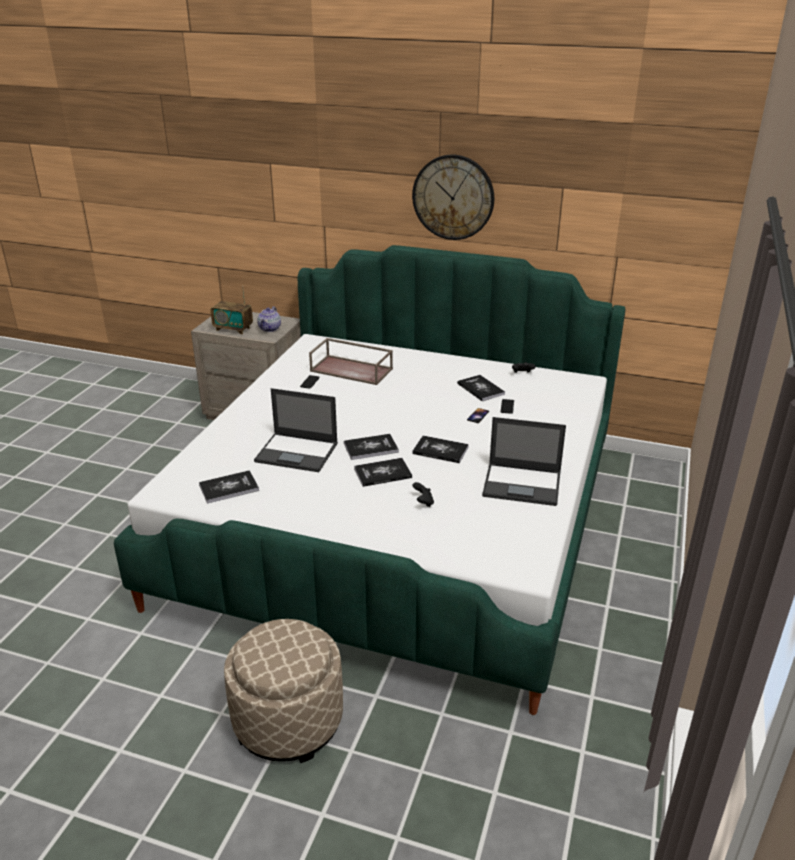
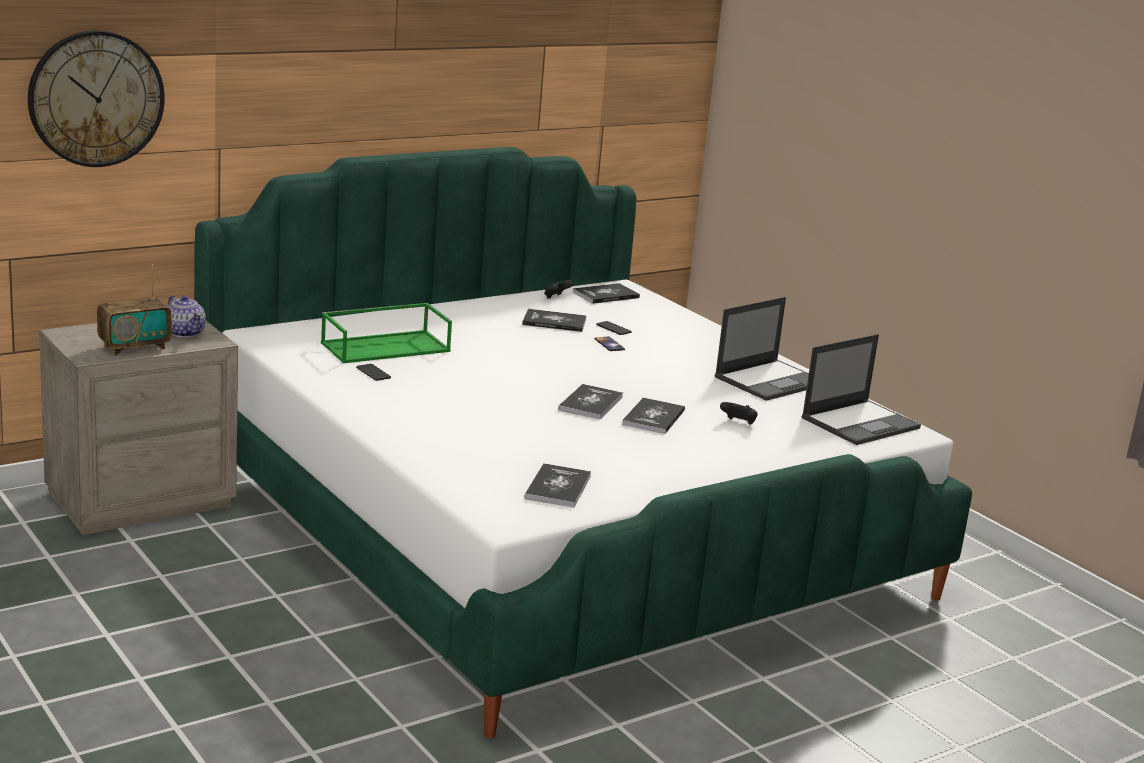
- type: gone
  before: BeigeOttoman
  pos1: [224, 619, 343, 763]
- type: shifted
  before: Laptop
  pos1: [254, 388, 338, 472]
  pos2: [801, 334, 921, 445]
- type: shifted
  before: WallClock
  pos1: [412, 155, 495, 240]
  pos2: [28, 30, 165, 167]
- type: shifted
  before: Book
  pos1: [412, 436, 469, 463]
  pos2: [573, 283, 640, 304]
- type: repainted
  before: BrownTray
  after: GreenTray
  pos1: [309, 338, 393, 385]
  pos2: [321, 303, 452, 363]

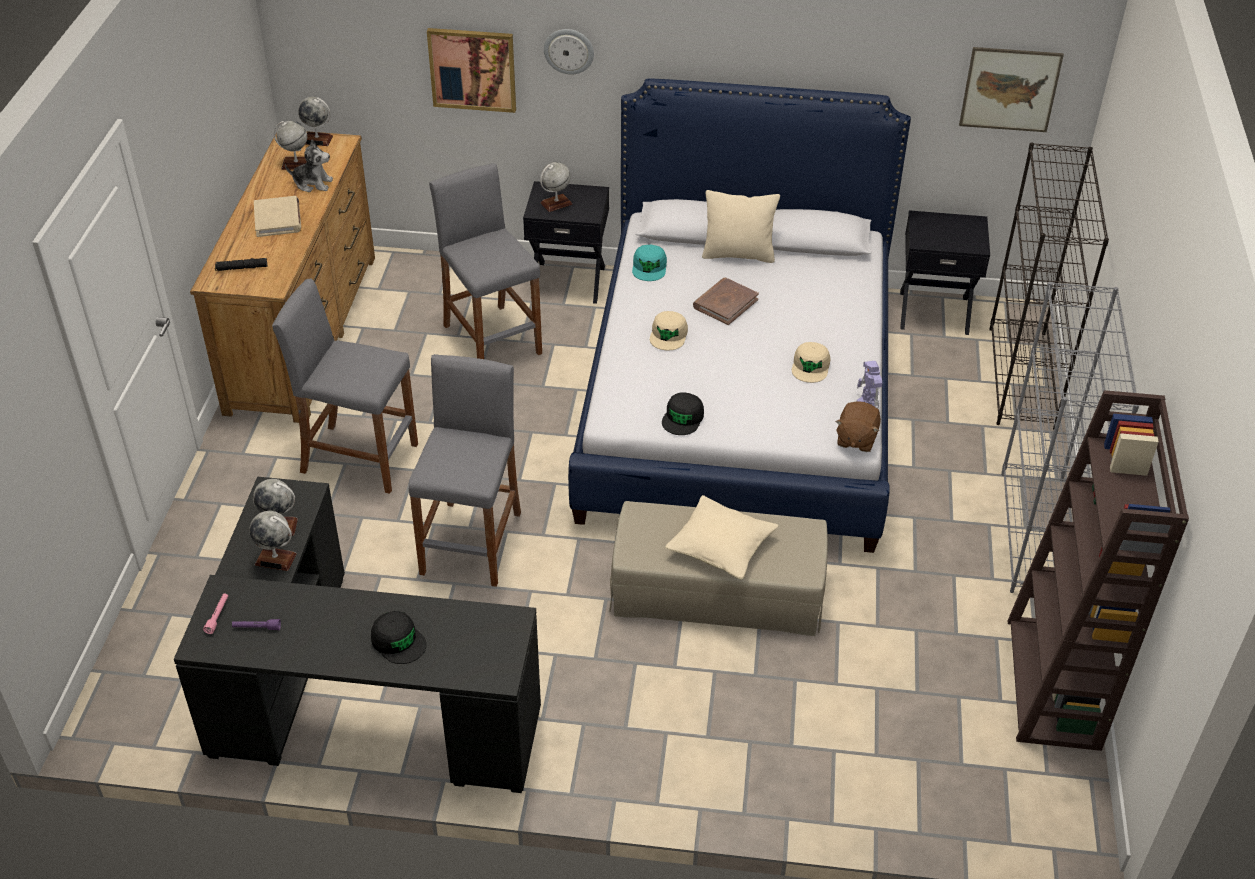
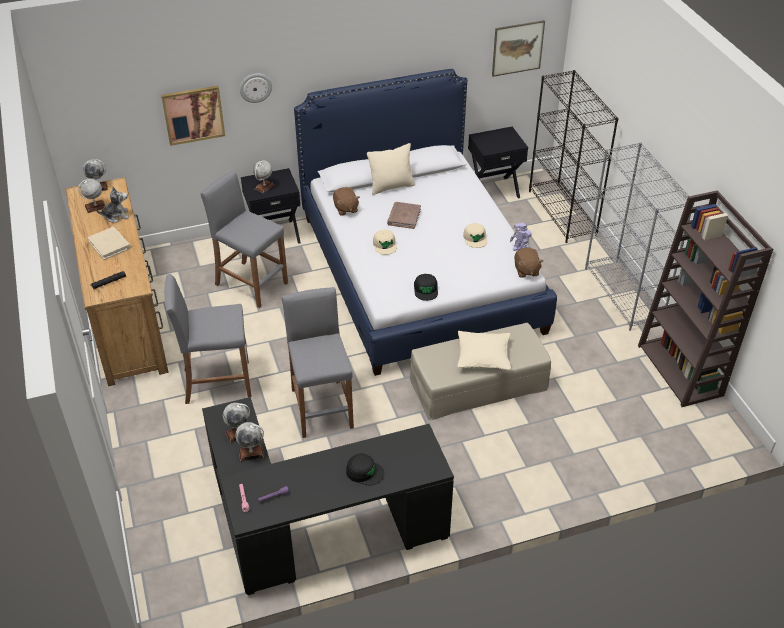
- type: swapped
  before: TurquoiseCap
  after: BrownPlushToy
  pos1: [632, 245, 667, 281]
  pos2: [333, 187, 360, 216]

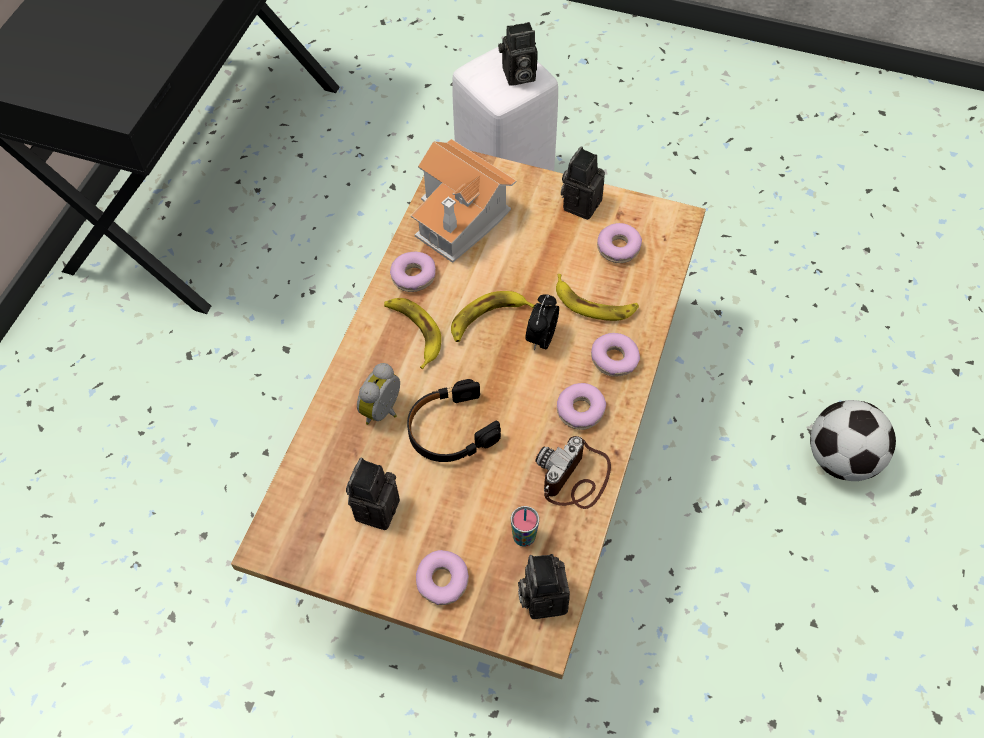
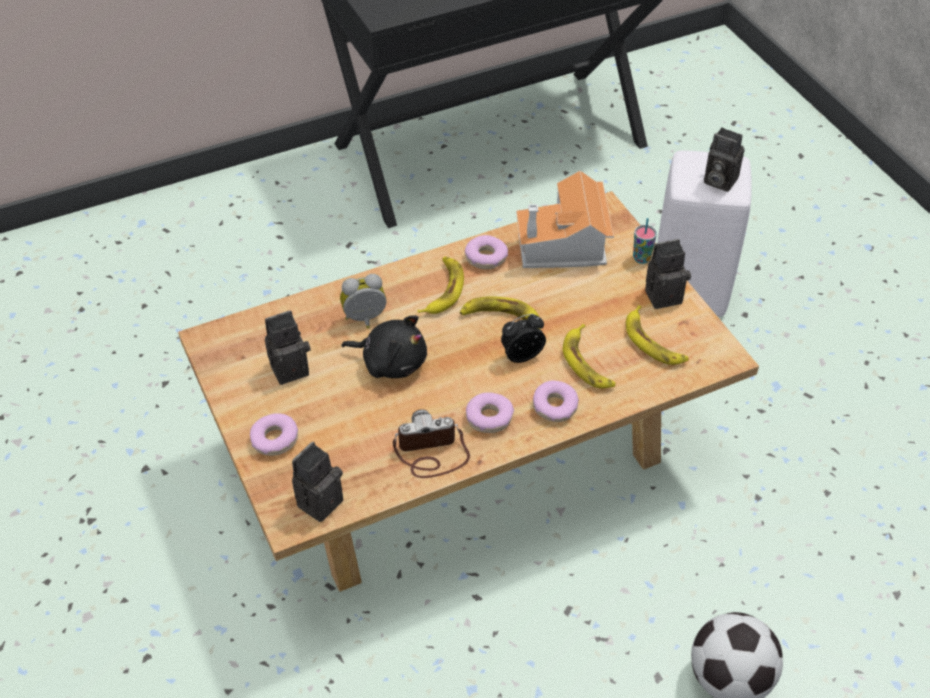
- type: shifted
  before: Cup
  pos1: [511, 506, 539, 547]
  pos2: [633, 218, 657, 264]
- type: swapped
  before: BlackHeadphones
  after: BlackPlushToy
  pos1: [407, 379, 501, 462]
  pos2: [341, 315, 427, 378]
- type: swapped
  before: Donut
  after: Banana
  pos1: [597, 223, 642, 263]
  pos2: [626, 305, 689, 365]

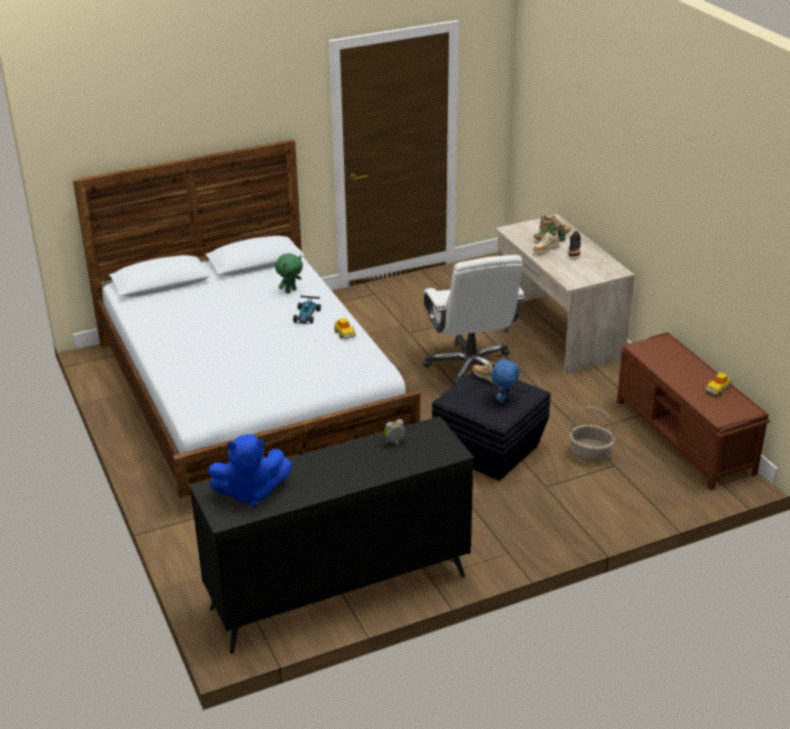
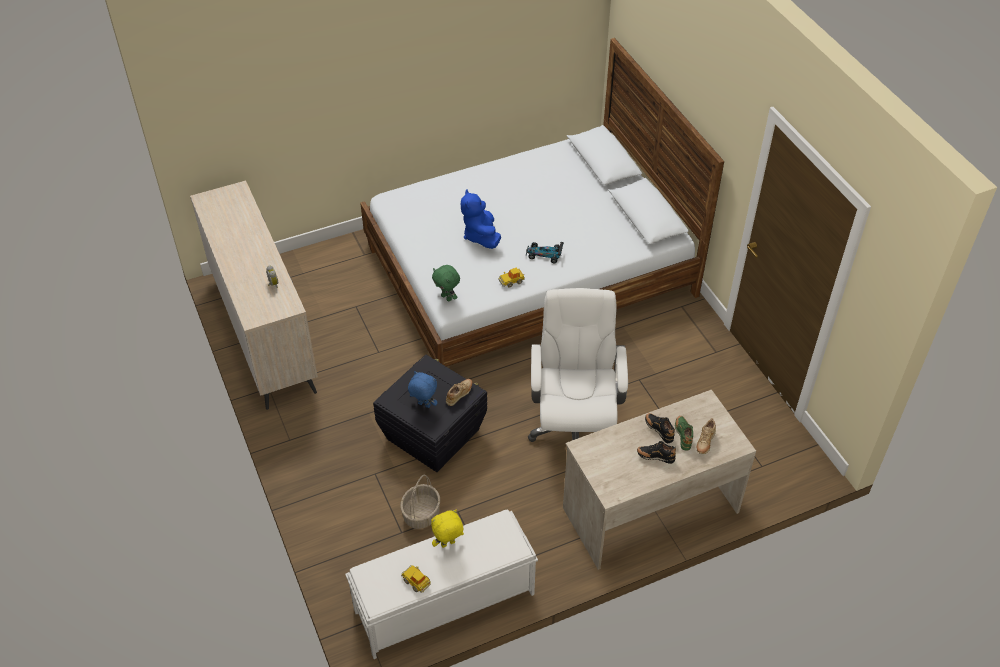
- type: new
  after: YellowPlushToy
  pos2: [431, 510, 464, 548]
- type: shifted
  before: BluePlushToy
  pos1: [208, 434, 292, 508]
  pos2: [461, 190, 501, 249]
- type: shifted
  before: GreenPlushToy
  pos1: [275, 253, 303, 293]
  pos2: [432, 265, 460, 301]
- type: repainted
  before: BlackDresser
  after: BeigeDresser
  pos1: [190, 416, 474, 654]
  pos2: [190, 181, 318, 410]
- type: repainted
  before: BeigeShoe
  after: BlackShoe
  pos1: [533, 231, 560, 253]
  pos2: [645, 413, 675, 443]
- type: repainted
  before: BrownBench
  after: WhiteBench
  pos1: [617, 332, 770, 490]
  pos2: [345, 510, 538, 659]
- type: rotated
  before: WhiteOfficeChair
  pos1: [424, 255, 525, 386]
  pos2: [528, 288, 628, 442]
  turn: 105

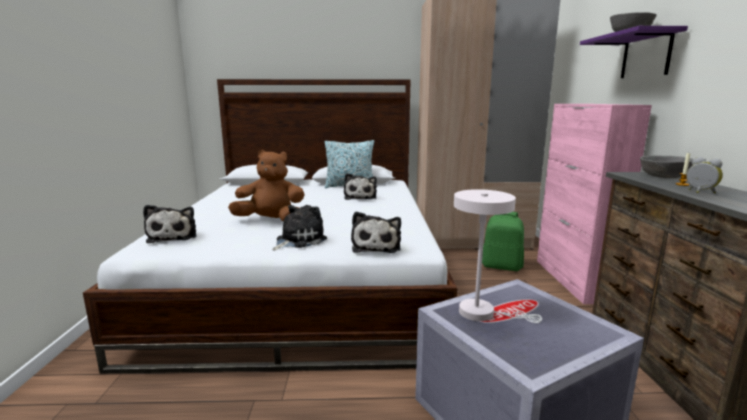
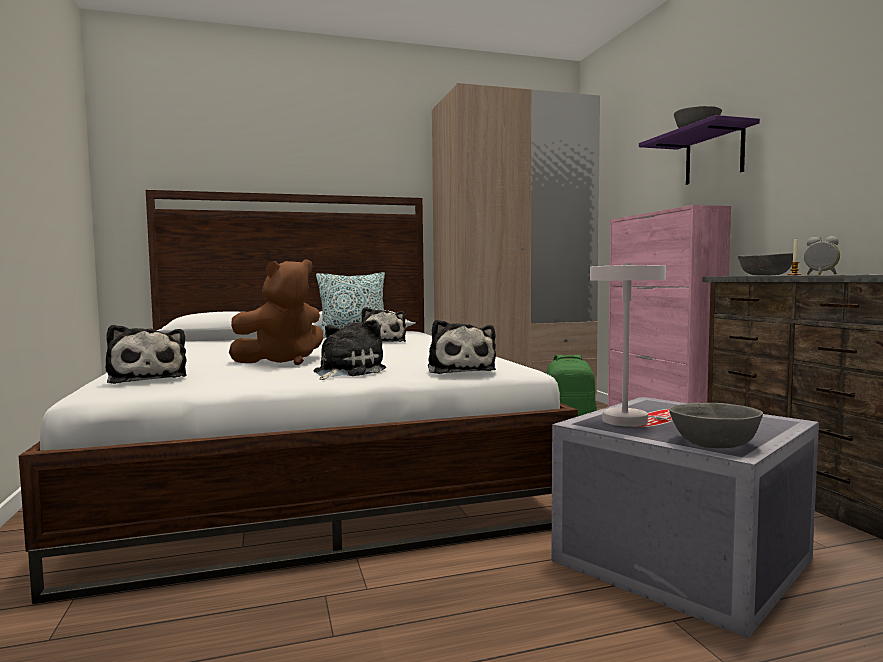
- type: new
  after: GreyBowl
  pos2: [669, 403, 763, 448]
- type: rotated
  before: BrownPlushToy
  pos1: [228, 150, 305, 222]
  pos2: [229, 259, 323, 365]
  turn: 150

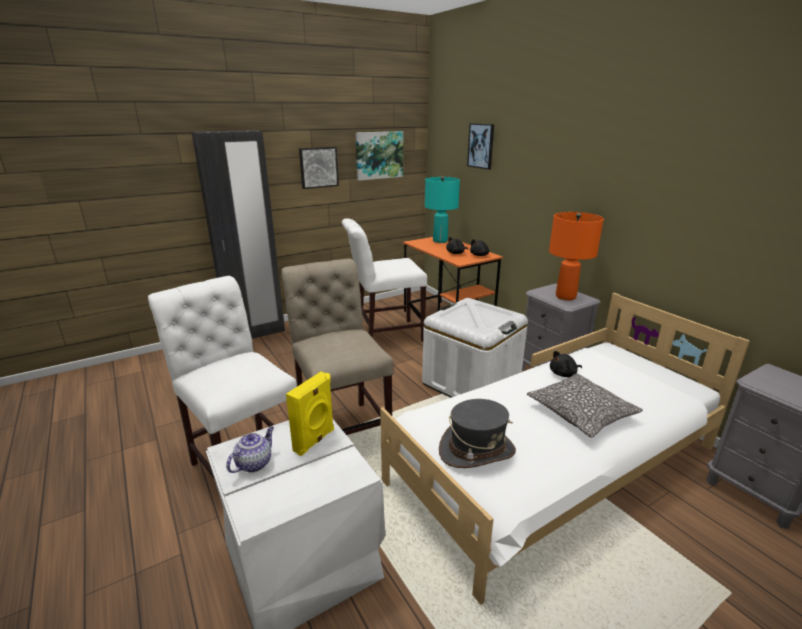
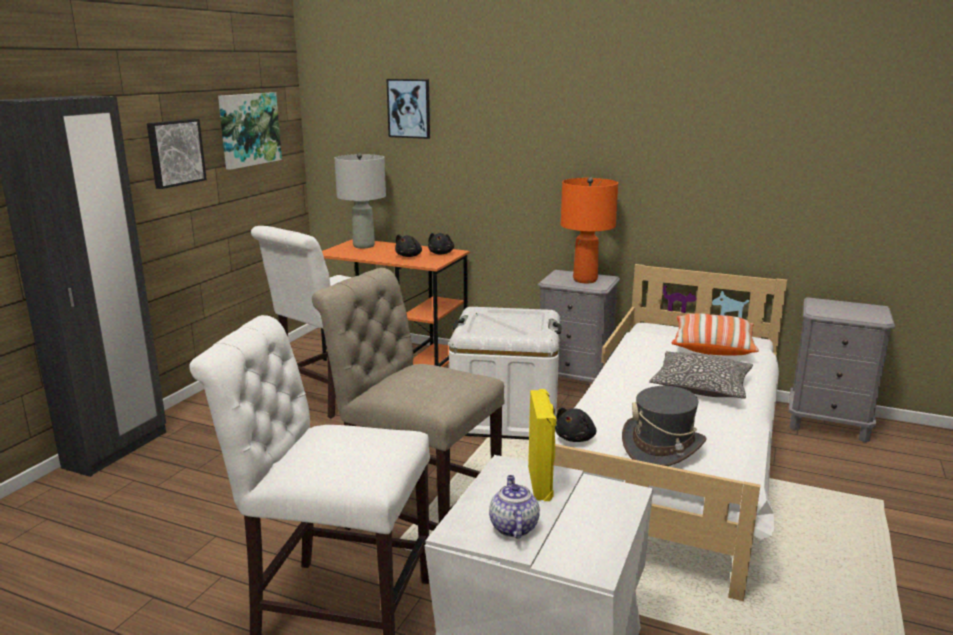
- type: new
  after: Pillow
  pos2: [672, 313, 759, 356]
- type: shifted
  before: BlackPlushToy
  pos1: [550, 351, 582, 377]
  pos2: [555, 407, 596, 442]
- type: repainted
  before: TurquoiseTableLamp
  after: GreyTableLamp
  pos1: [425, 176, 460, 243]
  pos2: [334, 153, 386, 248]

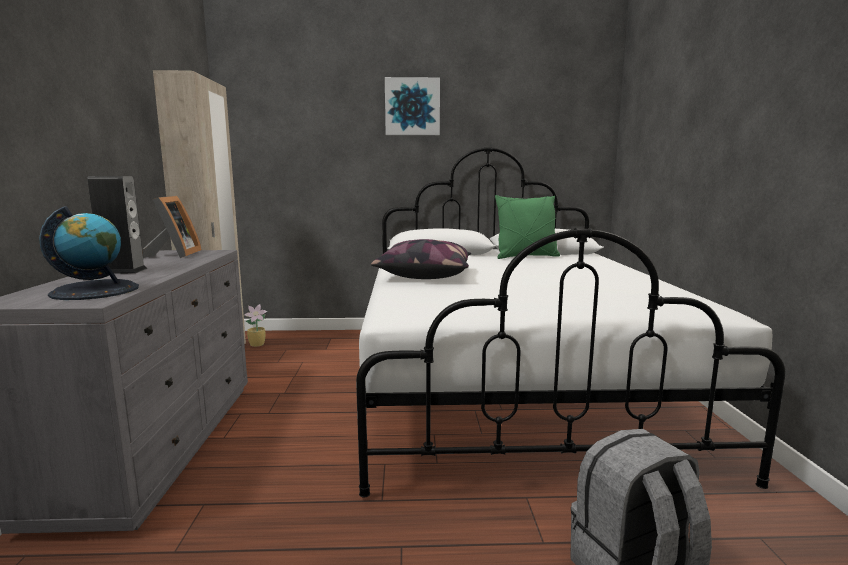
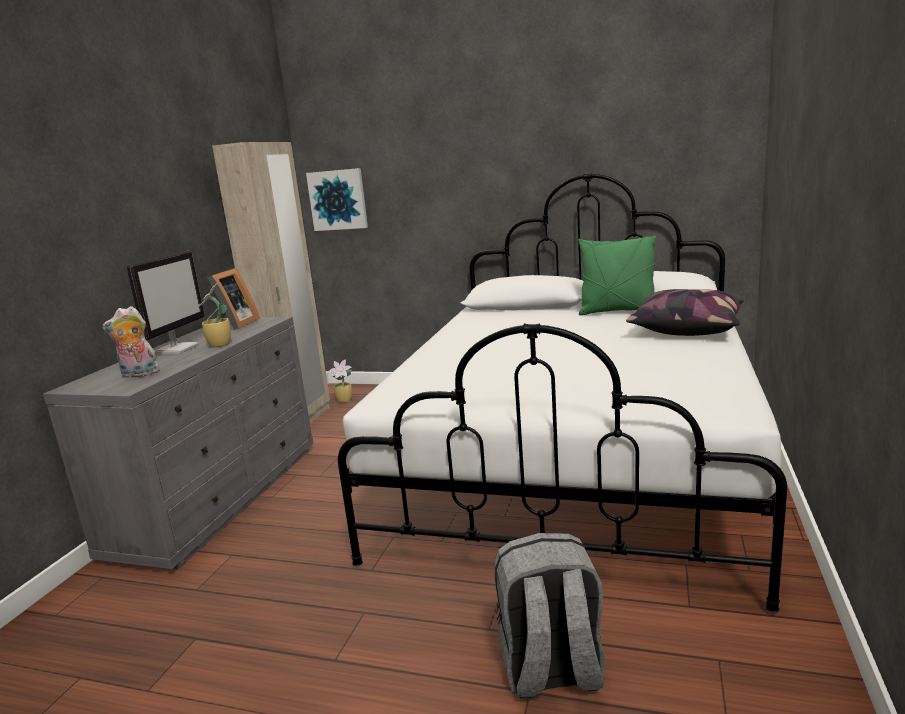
- type: new
  after: PottedPlant
  pos2: [197, 283, 231, 347]
- type: shifted
  before: Pillow
  pos1: [371, 239, 471, 279]
  pos2: [626, 289, 744, 336]
- type: shifted
  before: Picture
  pos1: [385, 77, 440, 135]
  pos2: [306, 168, 368, 231]
- type: swapped
  before: Globe
  after: PlushToy
  pos1: [39, 206, 139, 300]
  pos2: [102, 306, 160, 378]
- type: swapped
  before: Speaker
  after: Monitor
  pos1: [87, 176, 147, 274]
  pos2: [126, 251, 205, 354]

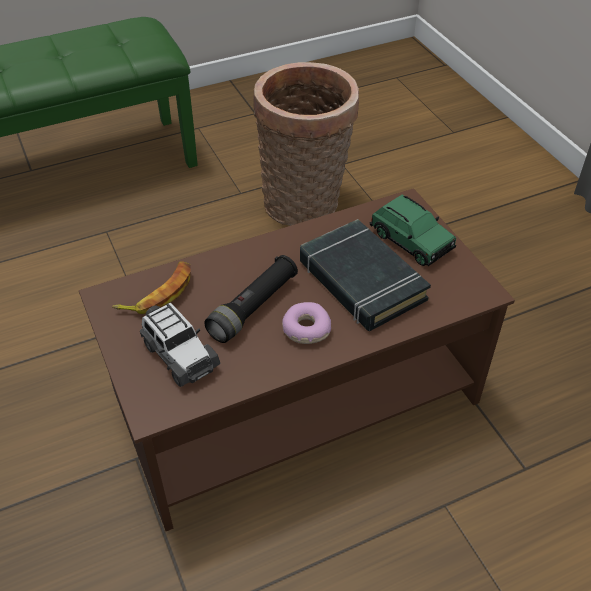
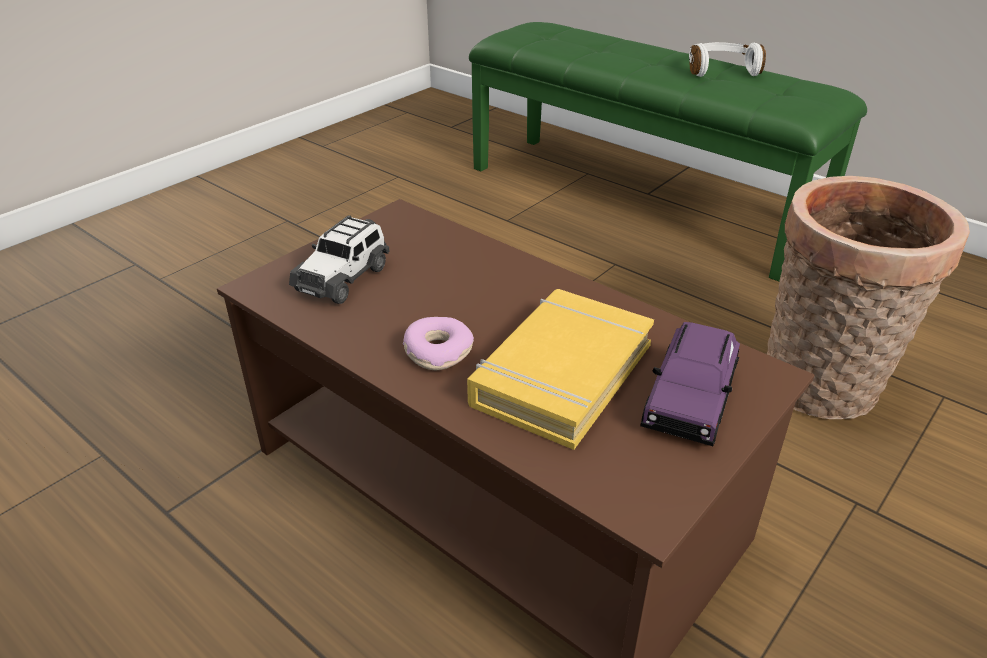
- type: gone
  before: Banana
  pos1: [112, 261, 191, 314]
- type: gone
  before: BlackFlashlight
  pos1: [204, 255, 298, 343]
- type: new
  after: WhiteHeadphones
  pos2: [689, 42, 766, 77]
- type: repainted
  before: BlackBook
  after: YellowBook
  pos1: [300, 219, 431, 331]
  pos2: [467, 289, 654, 450]
- type: repainted
  before: GreenToyCar
  after: PurpleToyCar
  pos1: [370, 195, 456, 266]
  pos2: [640, 322, 740, 446]

